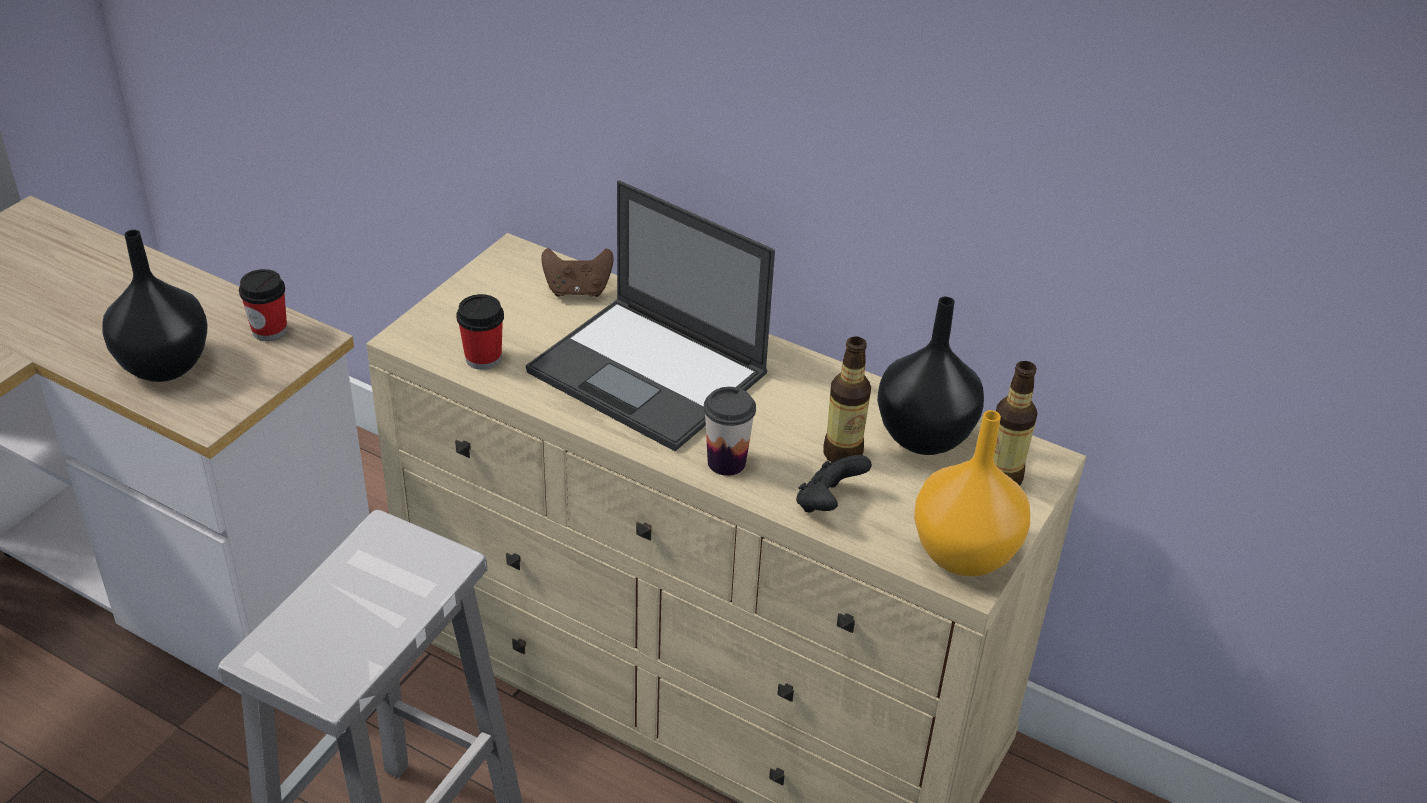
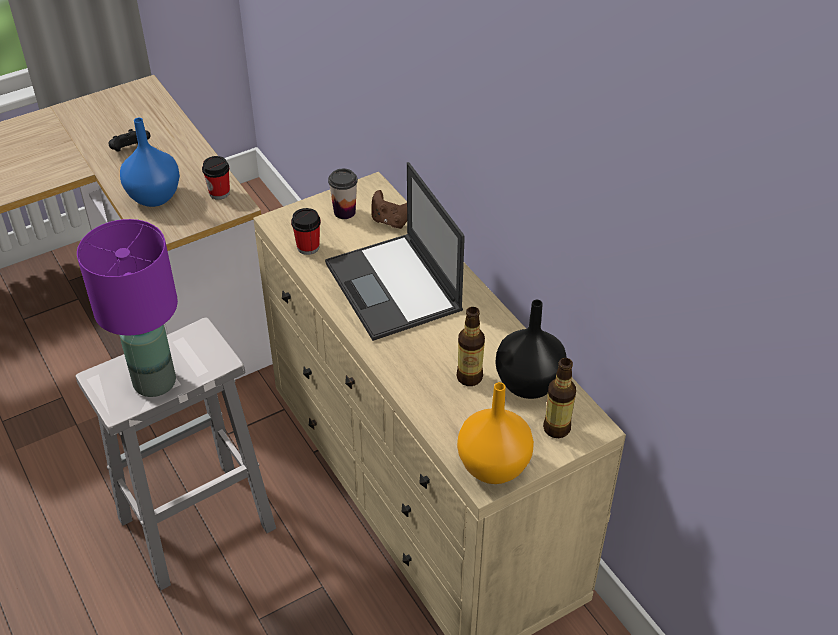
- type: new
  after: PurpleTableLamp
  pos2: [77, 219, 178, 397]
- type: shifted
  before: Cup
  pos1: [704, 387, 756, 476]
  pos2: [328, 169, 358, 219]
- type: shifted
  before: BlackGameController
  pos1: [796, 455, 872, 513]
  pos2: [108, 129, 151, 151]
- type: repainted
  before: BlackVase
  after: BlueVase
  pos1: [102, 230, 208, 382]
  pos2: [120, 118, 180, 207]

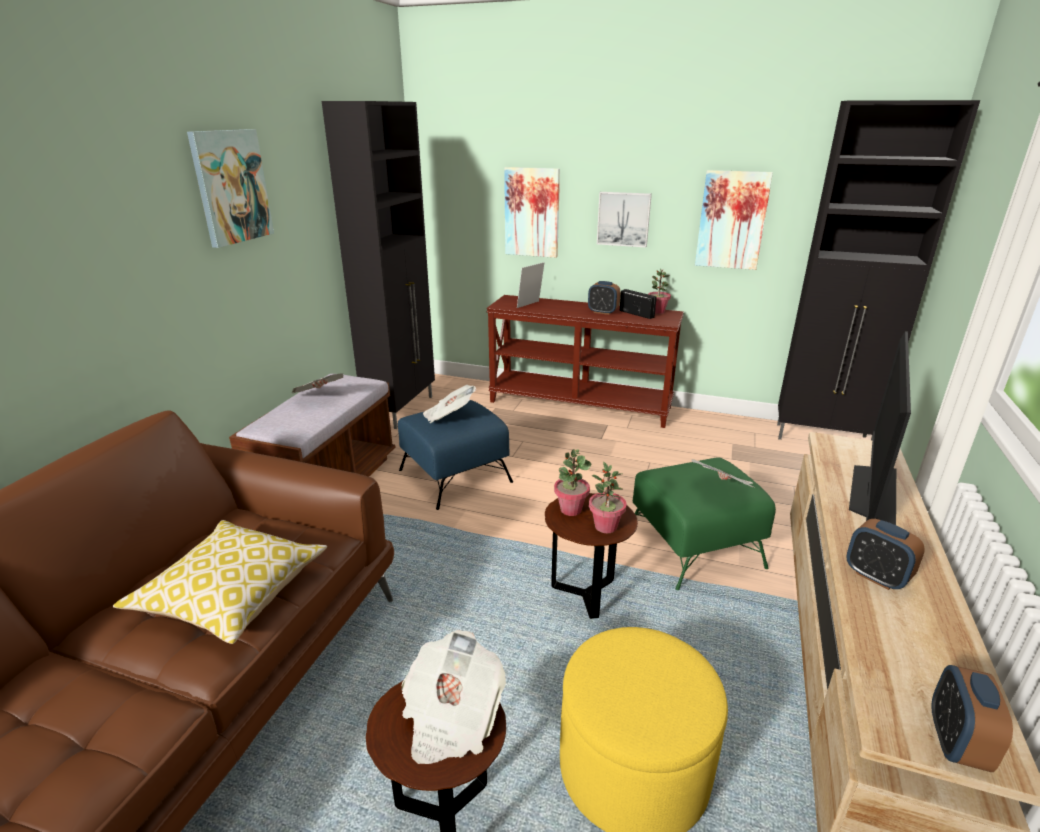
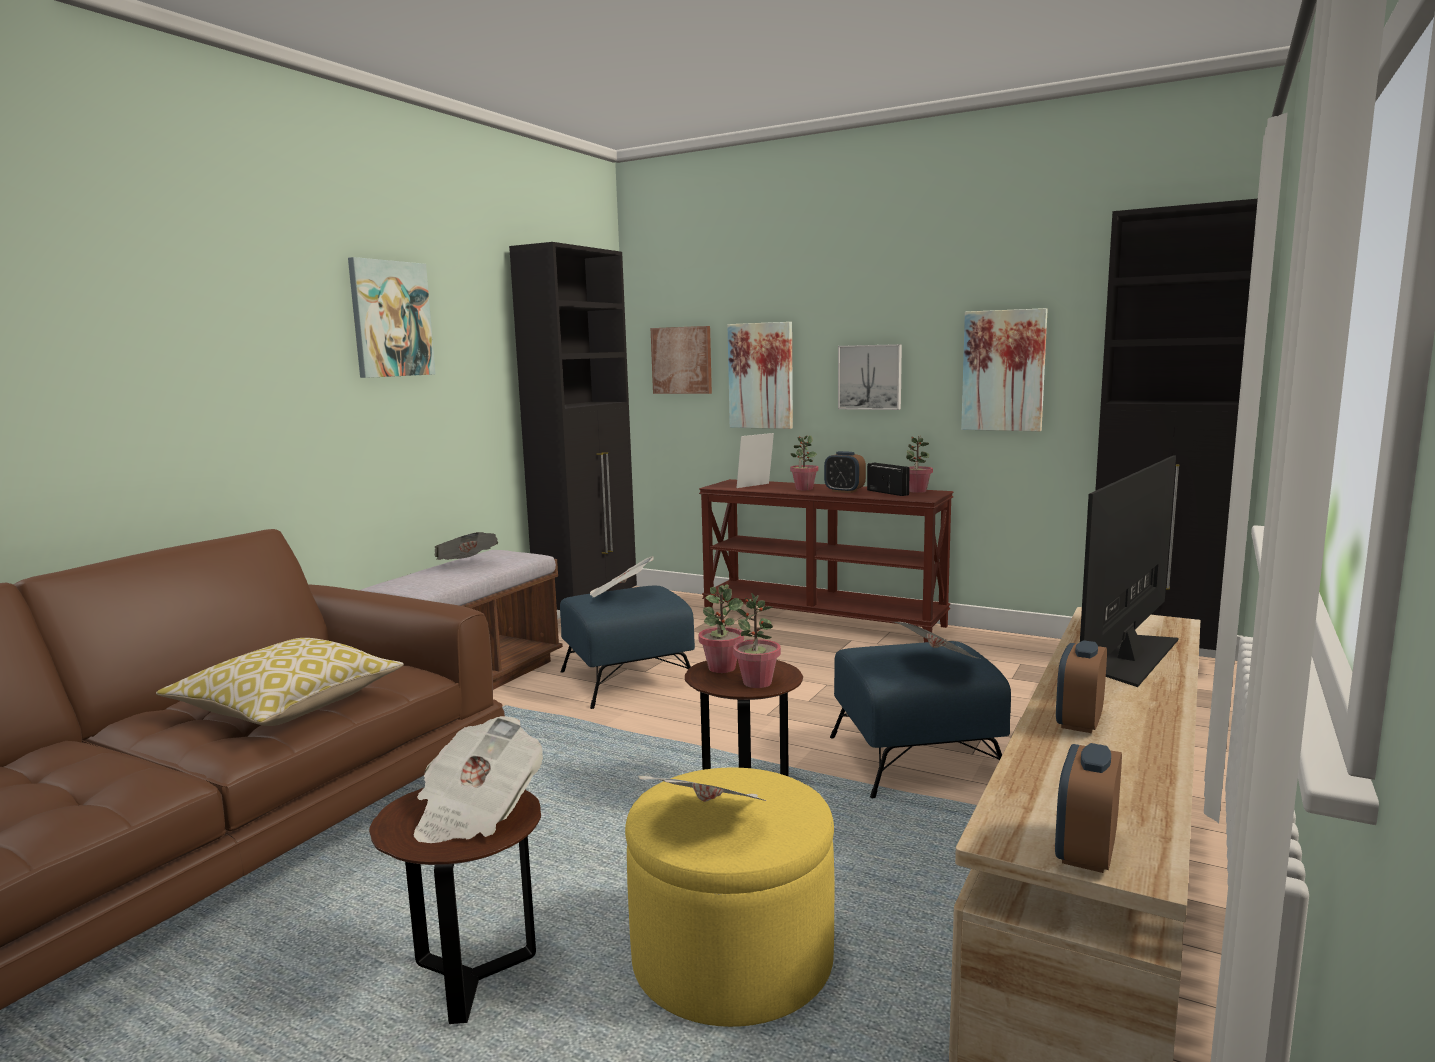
- type: new
  after: Newspaper
  pos2: [639, 776, 767, 802]
- type: new
  after: Picture
  pos2: [651, 326, 712, 394]
- type: new
  after: PottedPlant
  pos2: [790, 435, 818, 490]
- type: repainted
  before: GreenOttoman
  after: BlueOttoman
  pos1: [633, 458, 776, 590]
  pos2: [830, 641, 1011, 798]
- type: rotated
  before: AlarmClock
  pos1: [846, 519, 925, 590]
  pos2: [1056, 640, 1107, 733]
  turn: 60

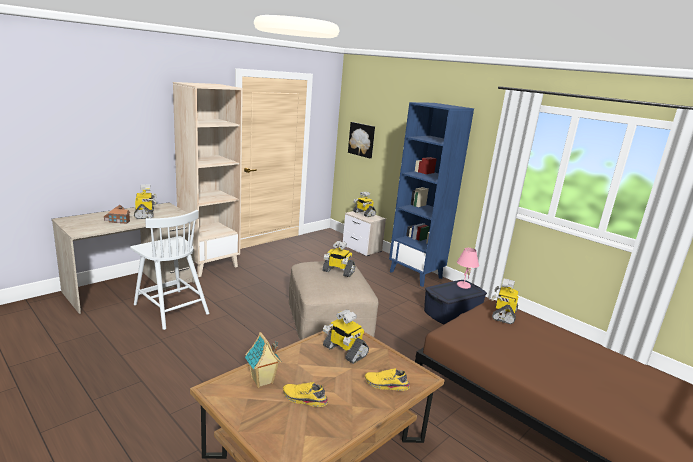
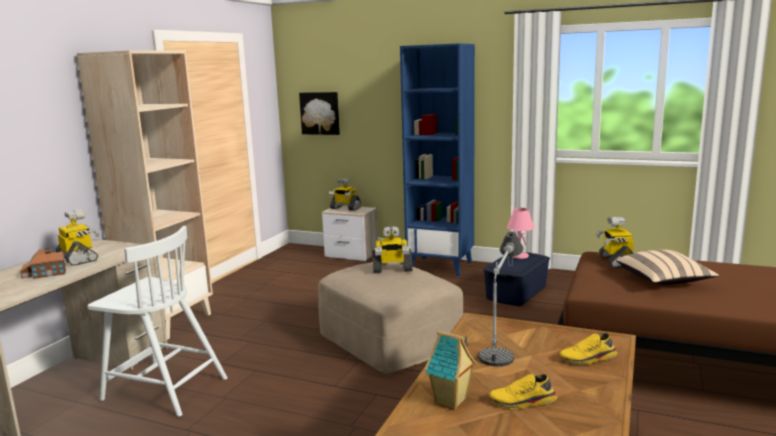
- type: new
  after: BeigePillow
  pos2: [616, 250, 719, 285]
- type: swapped
  before: ToyRobot
  after: TableLamp
  pos1: [323, 310, 369, 363]
  pos2: [478, 231, 524, 367]

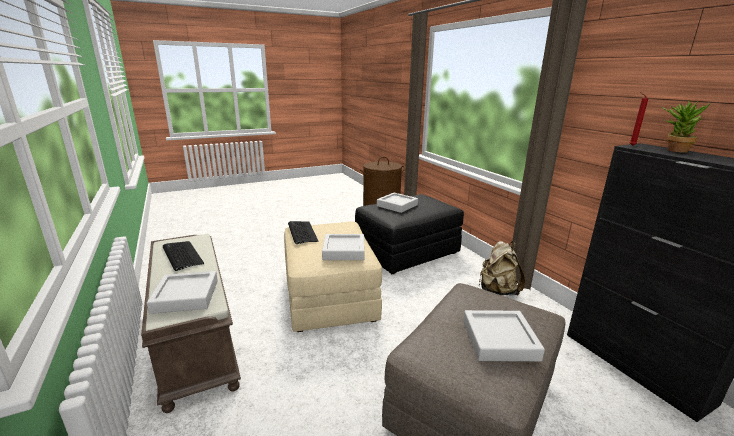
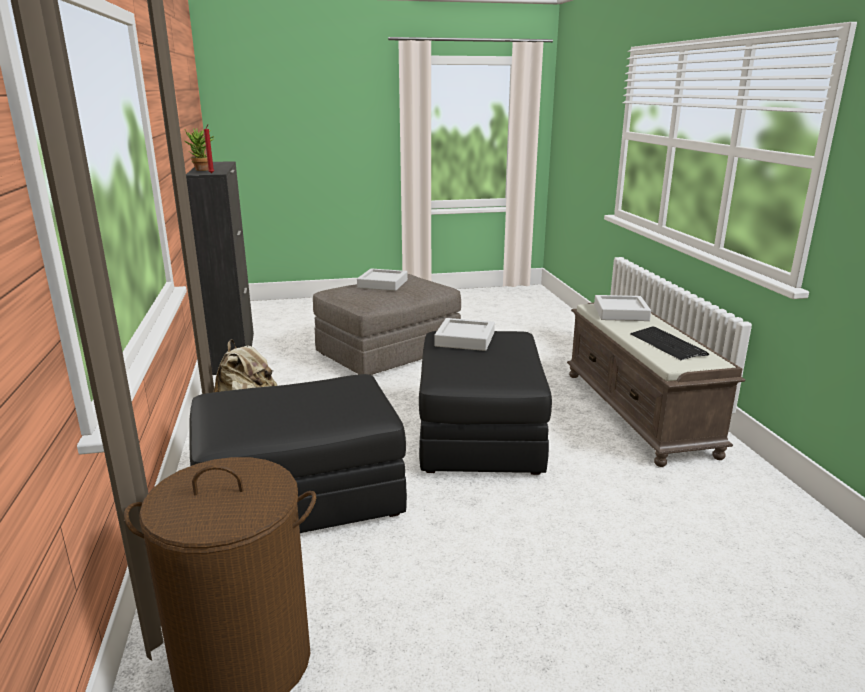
- type: gone
  before: Keyboard
  pos1: [288, 221, 319, 244]
- type: gone
  before: GreyTray
  pos1: [377, 193, 418, 213]
- type: repainted
  before: BeigeOttoman
  after: BlackOttoman
  pos1: [284, 222, 382, 332]
  pos2: [419, 331, 552, 475]

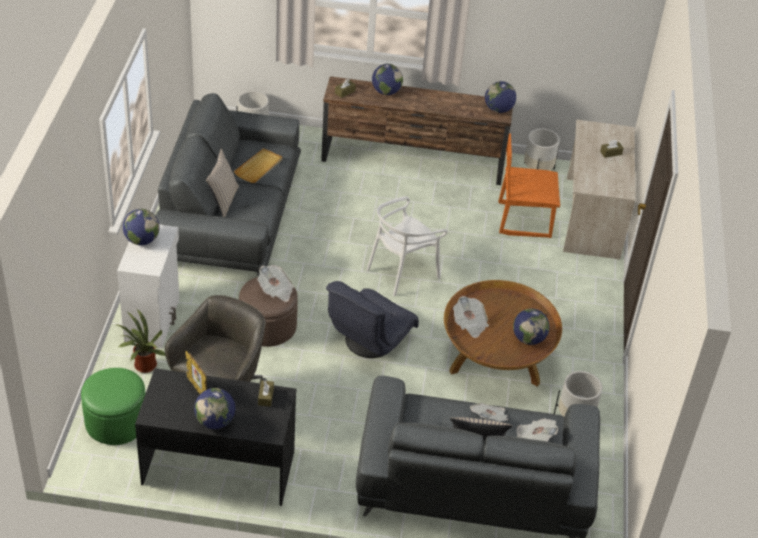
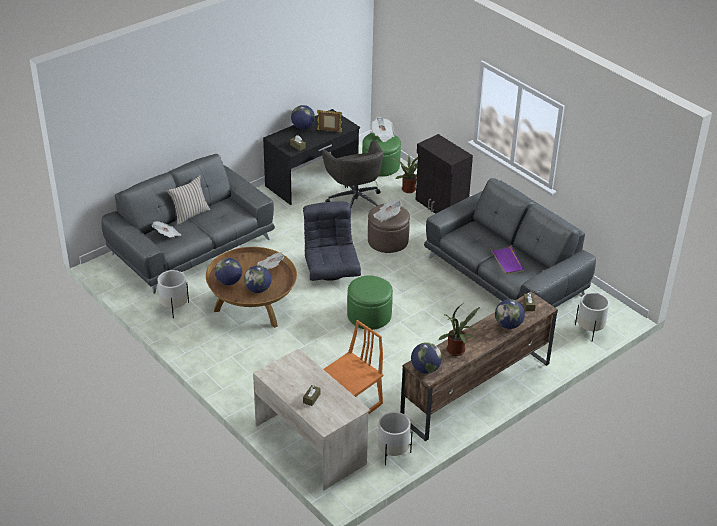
- type: gone
  before: BeigePillow
  pos1: [206, 148, 239, 217]
- type: new
  after: PottedPlant
  pos2: [438, 304, 480, 356]
- type: shifted
  before: Globe
  pos1: [123, 209, 160, 245]
  pos2: [244, 266, 272, 293]
- type: shifted
  before: Newspaper
  pos1: [470, 403, 508, 422]
  pos2: [372, 117, 394, 142]
- type: swapped
  before: WhiteChair
  after: GreenOttoman
  pos1: [366, 196, 448, 296]
  pos2: [347, 275, 393, 330]
- type: repainted
  before: WhiteCabinet
  after: BlackCabinet
  pos1: [117, 225, 179, 348]
  pos2: [416, 134, 473, 214]
- type: repainted
  before: BeigeTray
  after: PurpleTray
  pos1: [234, 148, 283, 183]
  pos2: [490, 245, 524, 275]

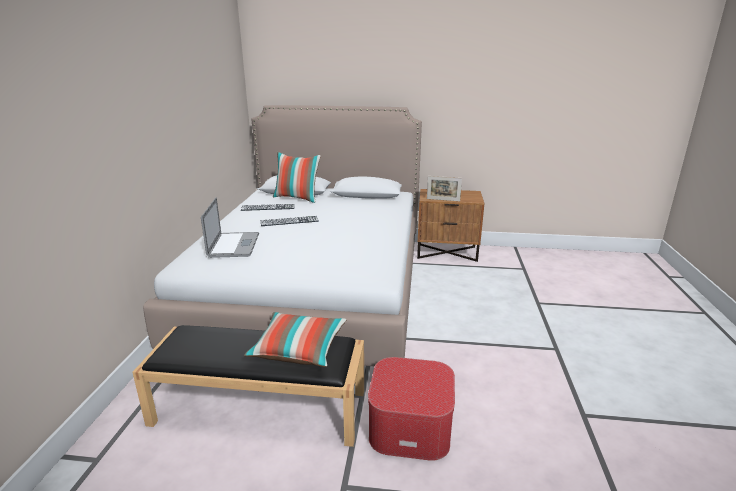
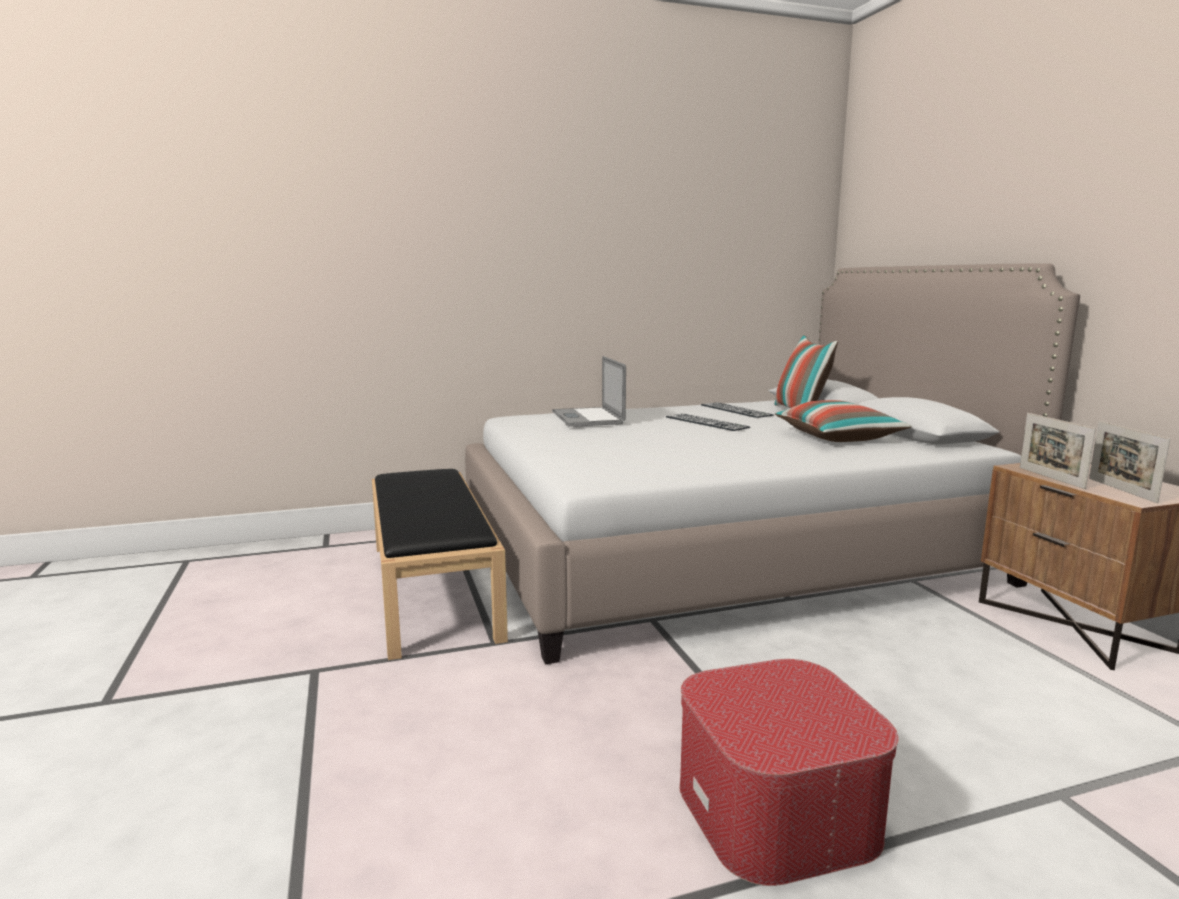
- type: new
  after: PictureFrame
  pos2: [1089, 421, 1170, 503]
- type: shifted
  before: Pillow
  pos1: [244, 312, 347, 367]
  pos2: [775, 400, 912, 442]
- type: shifted
  before: Ottoman
  pos1: [368, 357, 455, 461]
  pos2: [679, 659, 899, 886]
- type: rotated
  before: Laptop
  pos1: [201, 197, 259, 258]
  pos2: [552, 356, 626, 427]
  turn: 105

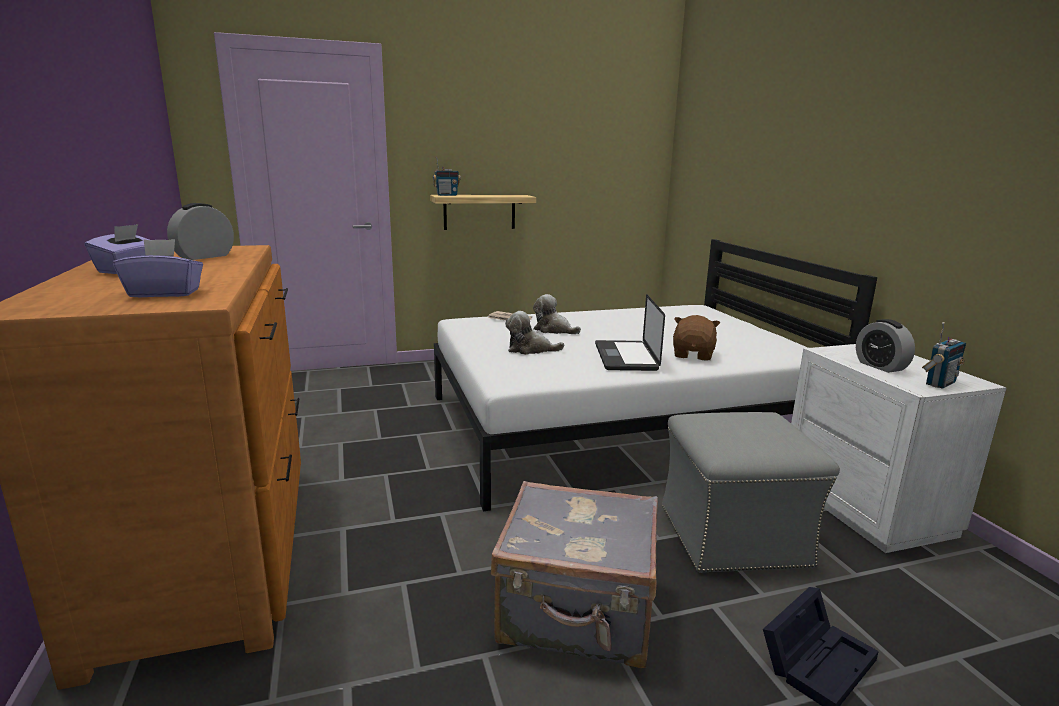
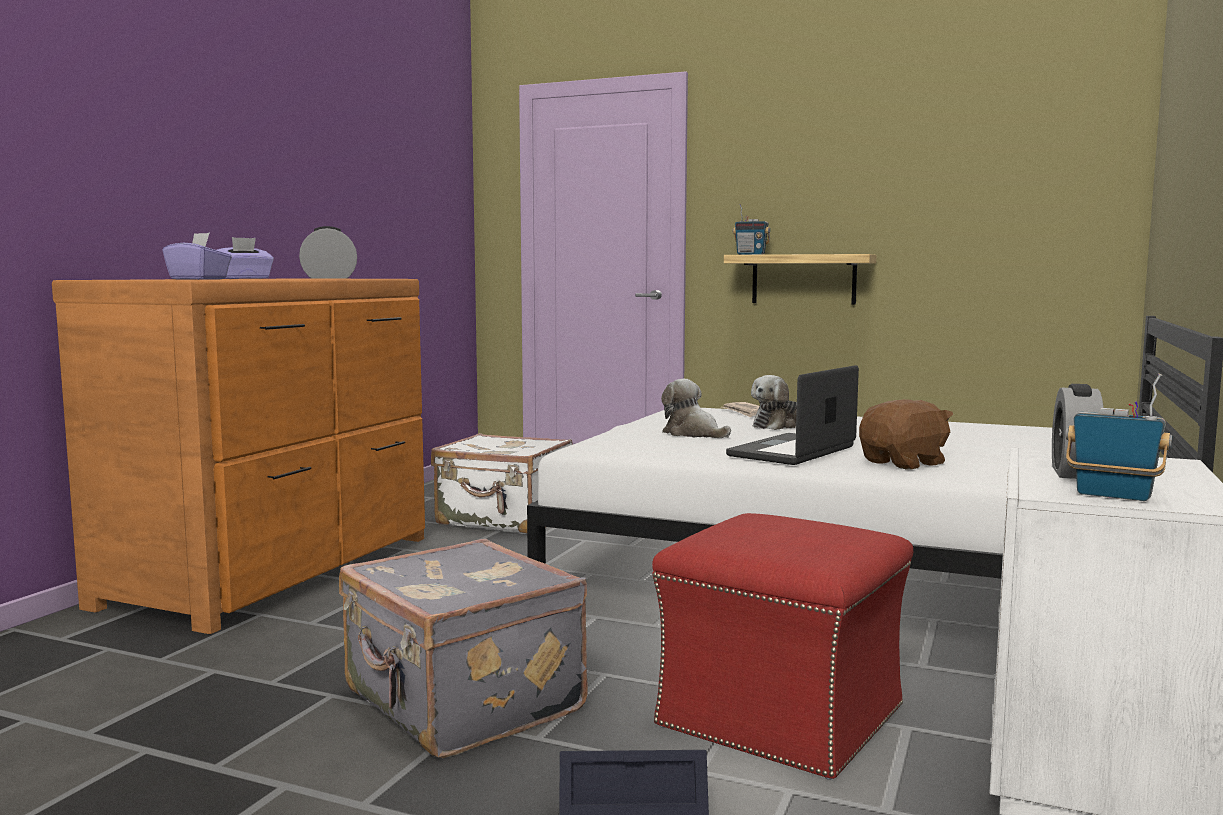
- type: new
  after: WhiteSuitcase
  pos2: [431, 433, 573, 533]
- type: repainted
  before: GreyOttoman
  after: RedOttoman
  pos1: [662, 412, 840, 573]
  pos2: [652, 513, 913, 780]
- type: rotated
  before: PlushToy
  pos1: [533, 294, 581, 334]
  pos2: [751, 375, 797, 430]
  turn: -120
- type: rotated
  before: Radio
  pos1: [922, 322, 966, 389]
  pos2: [1066, 373, 1172, 501]
  turn: -150

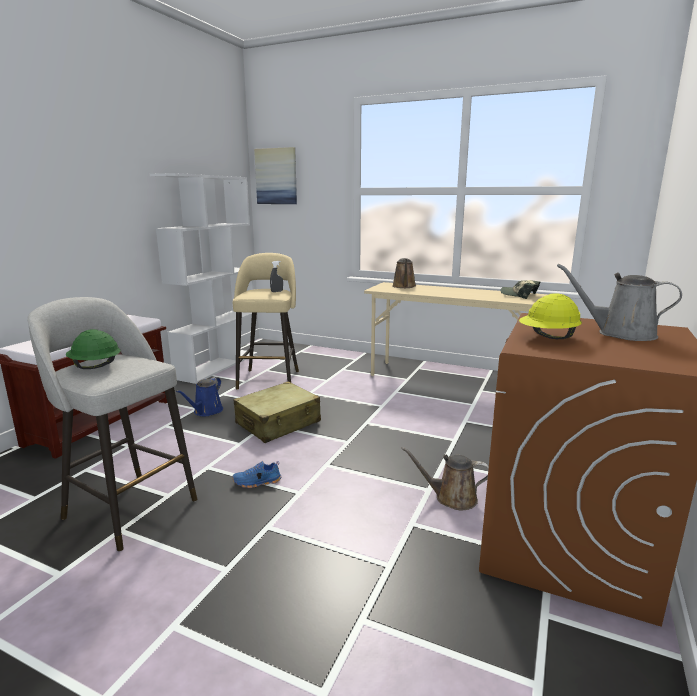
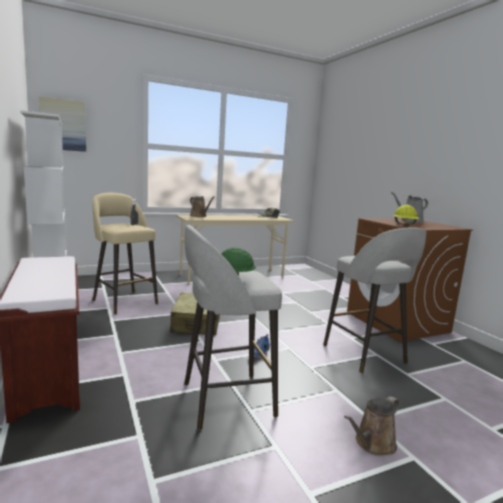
- type: gone
  before: BlueWateringCan
  pos1: [176, 377, 223, 416]
- type: new
  after: GreyStool
  pos2: [323, 228, 427, 373]
- type: shifted
  before: BrownWateringCan
  pos1: [401, 447, 489, 510]
  pos2: [344, 396, 400, 456]

